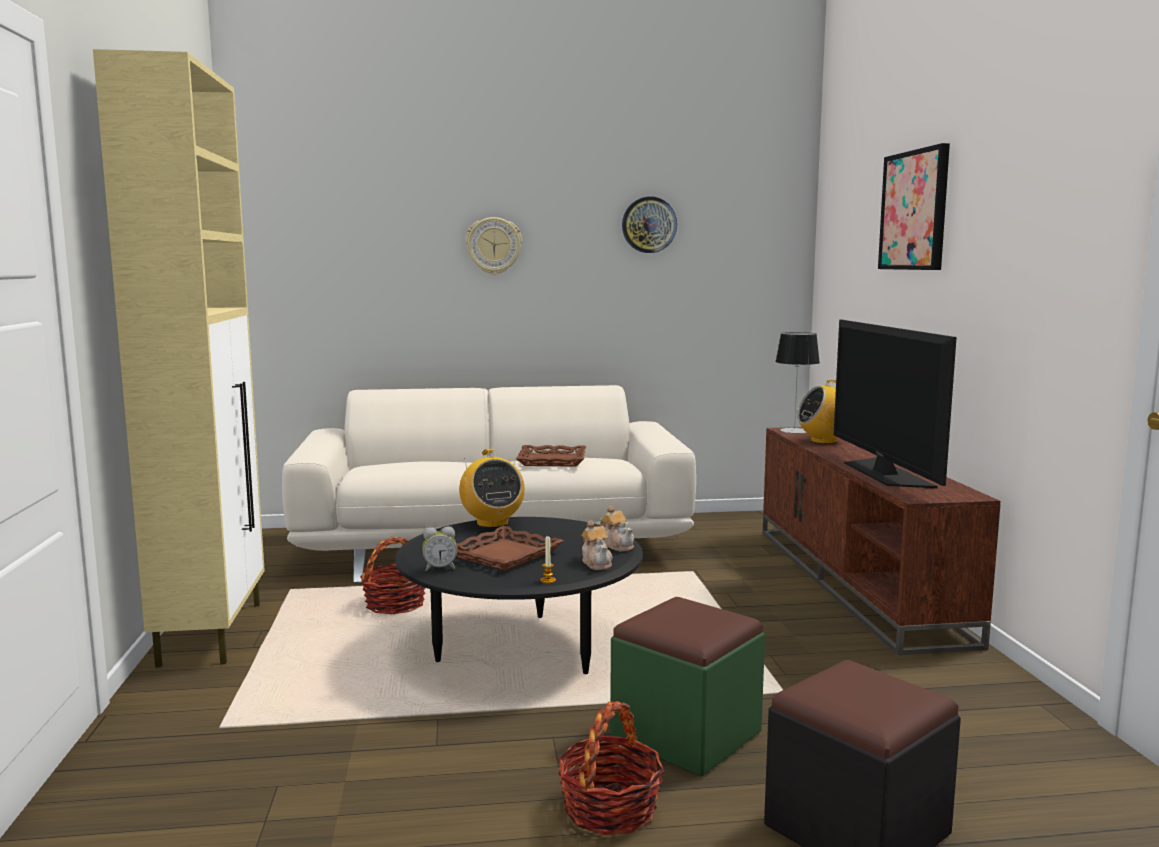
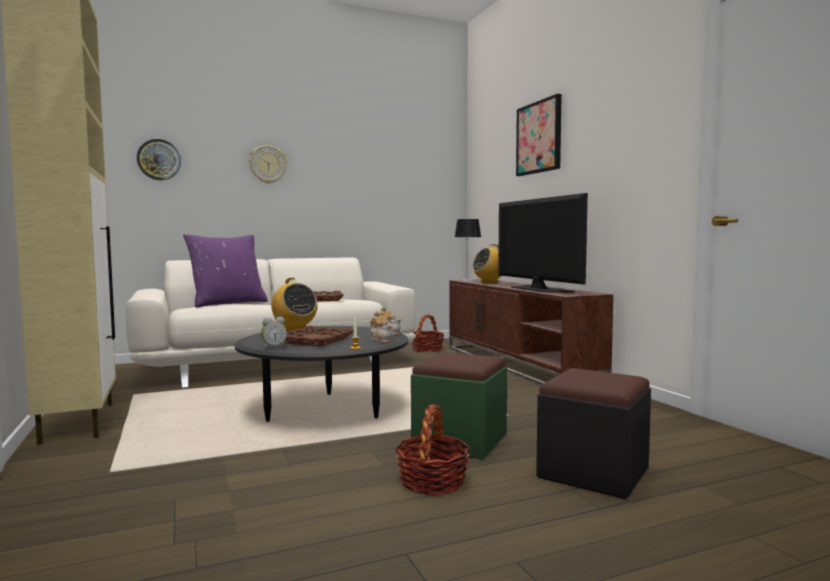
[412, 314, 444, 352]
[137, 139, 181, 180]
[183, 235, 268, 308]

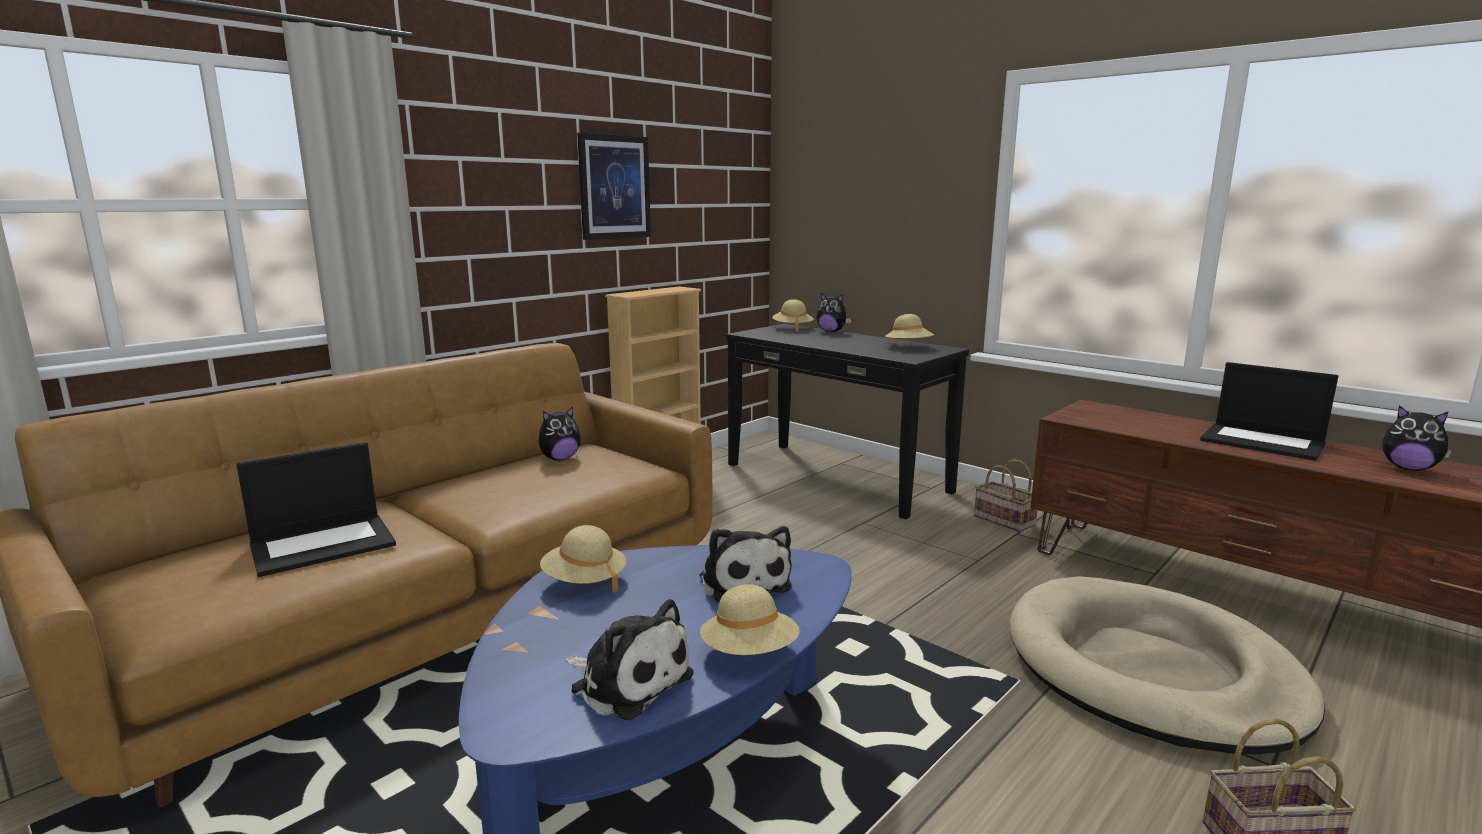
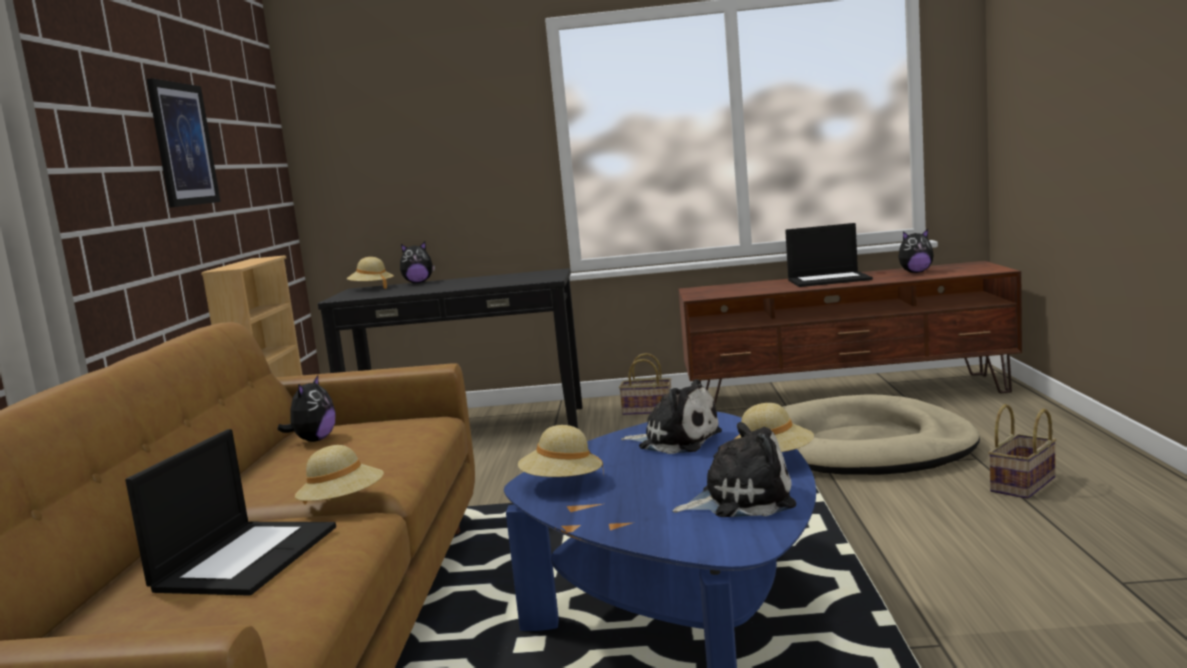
[295, 445, 384, 505]

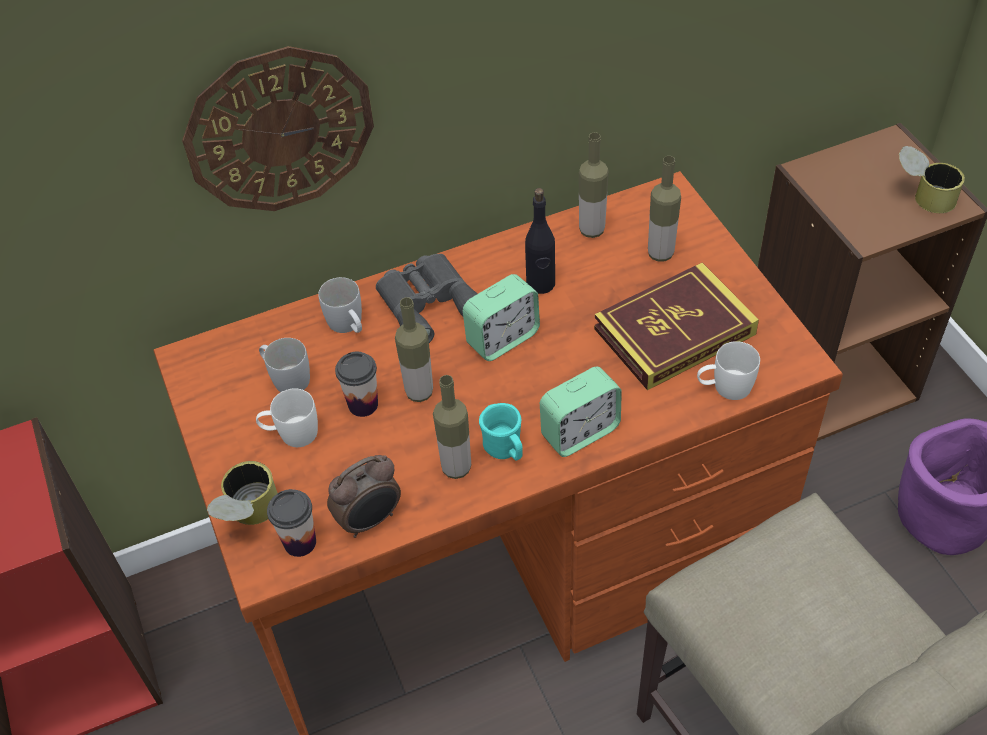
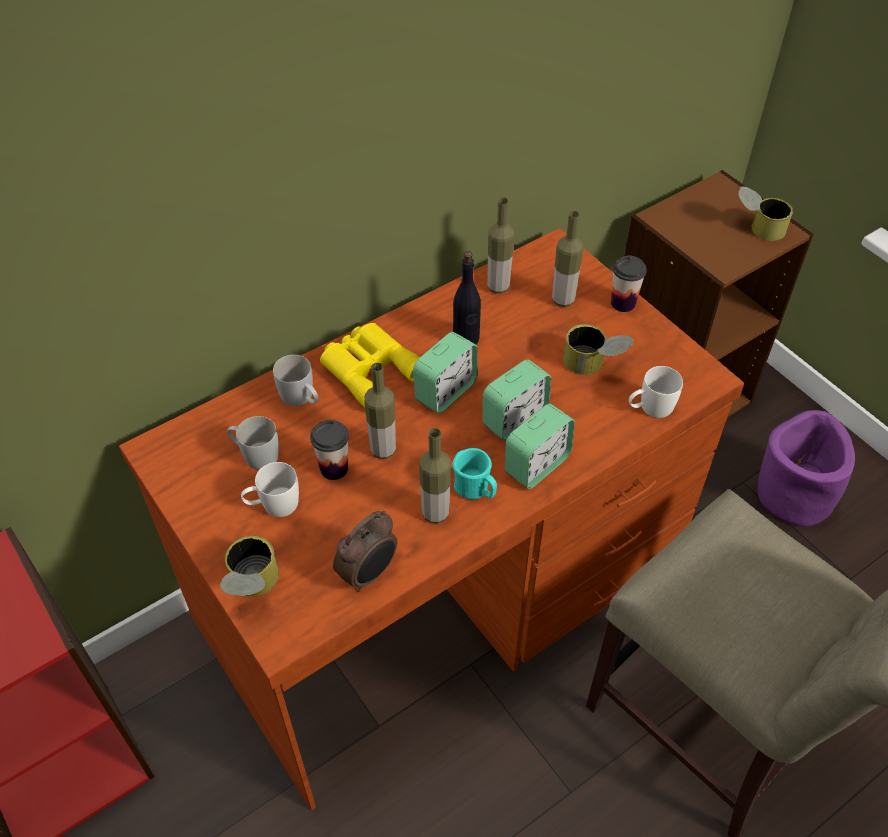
[182, 46, 374, 211] (first image)
[611, 256, 647, 312]
[320, 323, 420, 408]
[563, 324, 634, 375]
[483, 359, 551, 441]

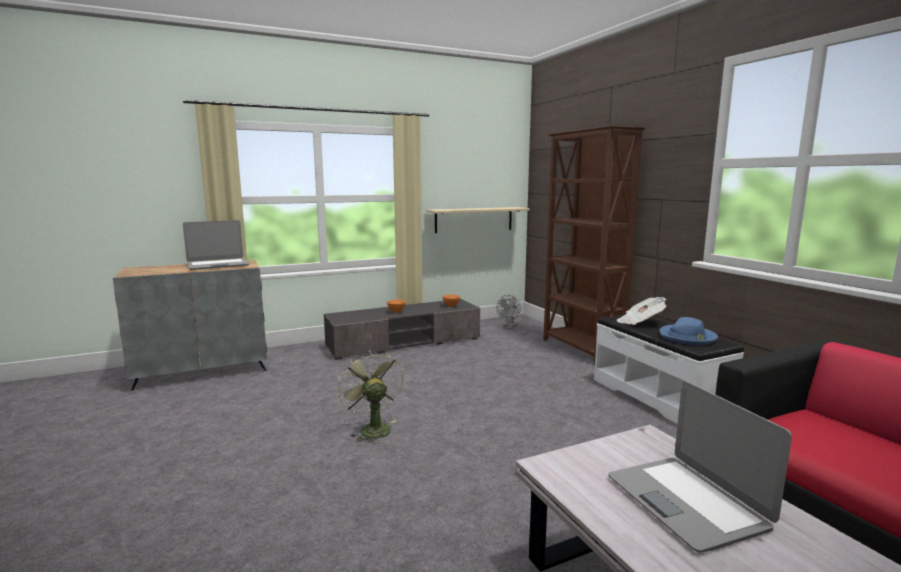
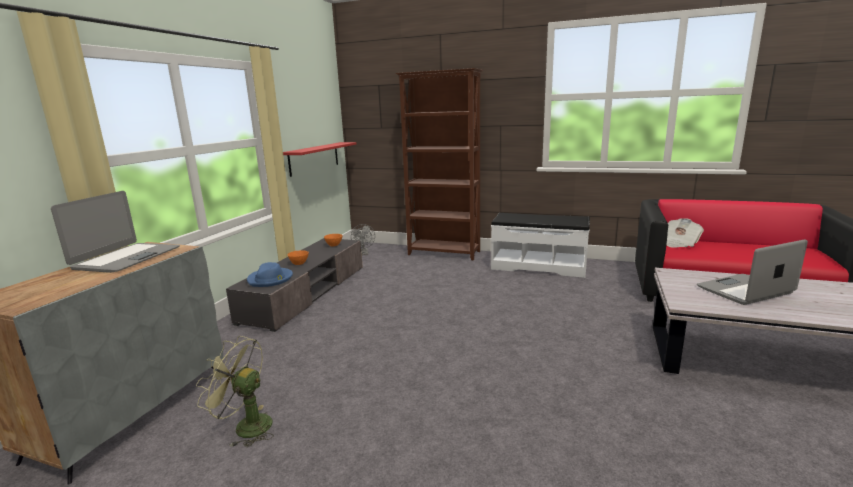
[196, 336, 274, 447]
[283, 142, 357, 177]
[697, 239, 808, 305]
[666, 218, 704, 248]
[247, 262, 293, 287]

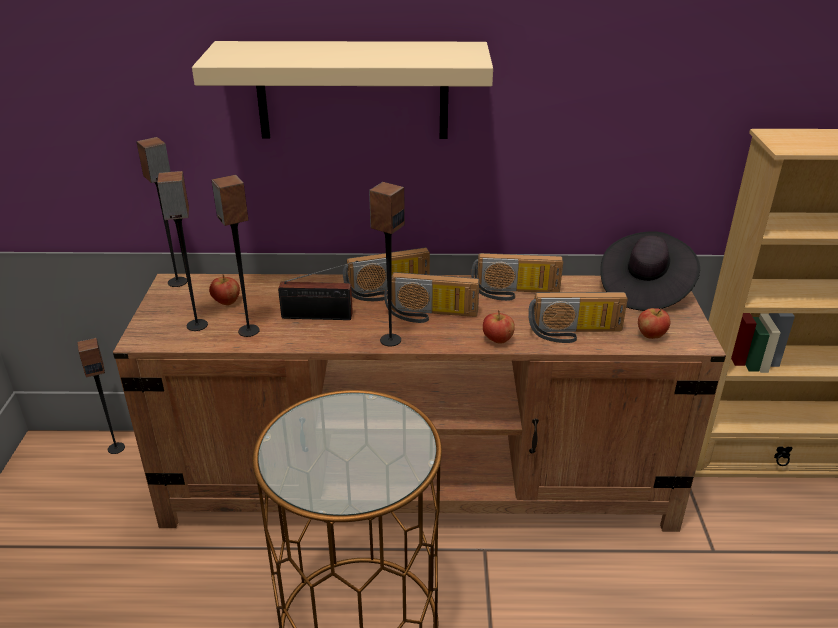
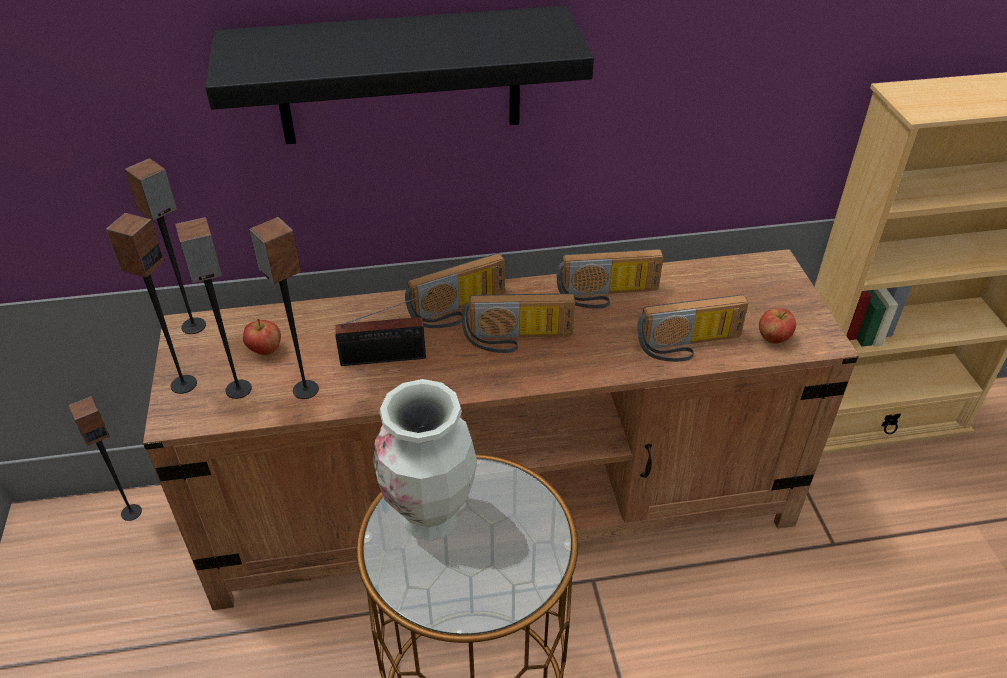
[205, 6, 594, 144]
[106, 213, 197, 394]
[483, 310, 515, 344] (first image)
[600, 231, 700, 311] (first image)
[373, 379, 477, 541]

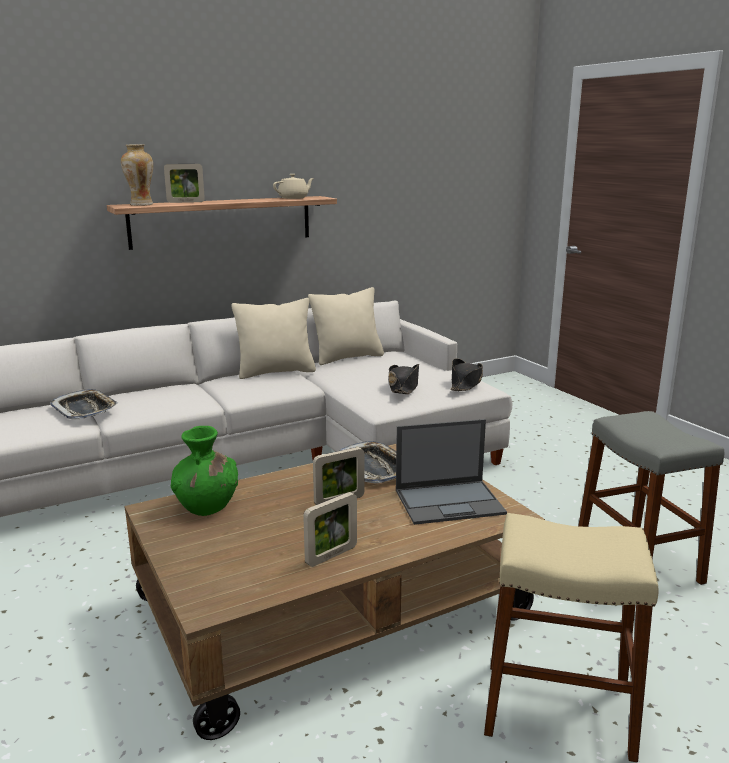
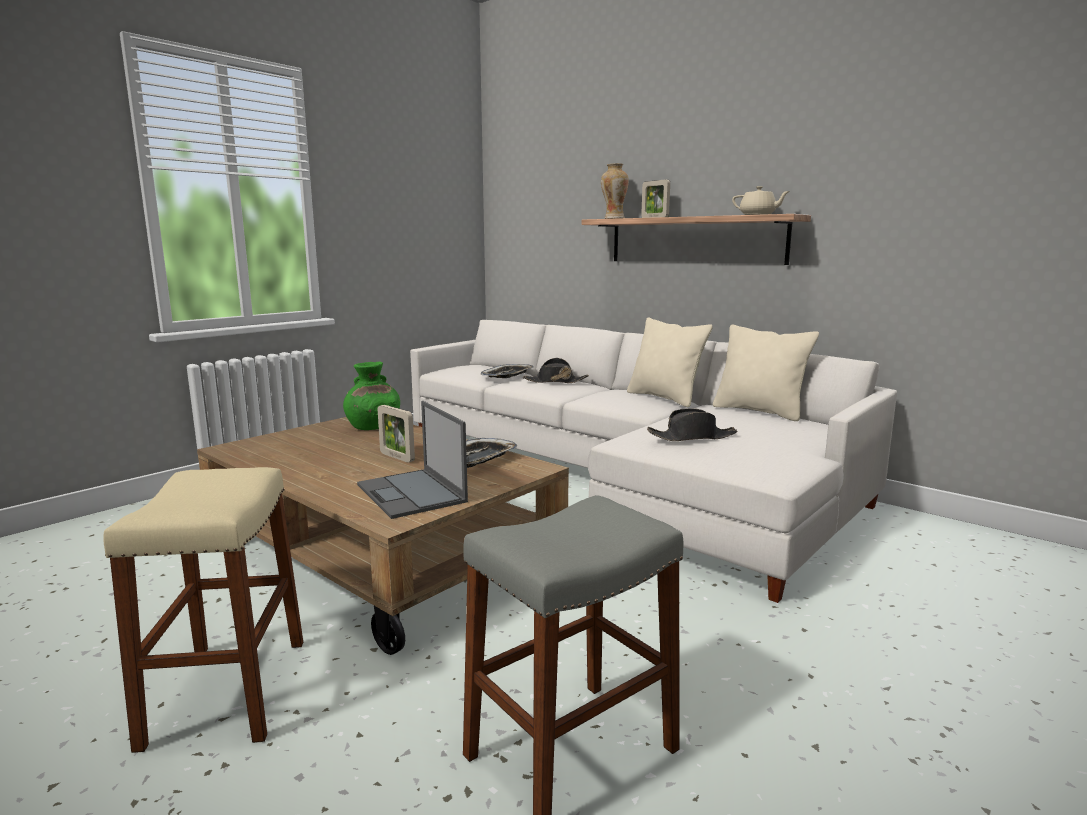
[303, 492, 357, 567] (first image)
[523, 358, 589, 383]

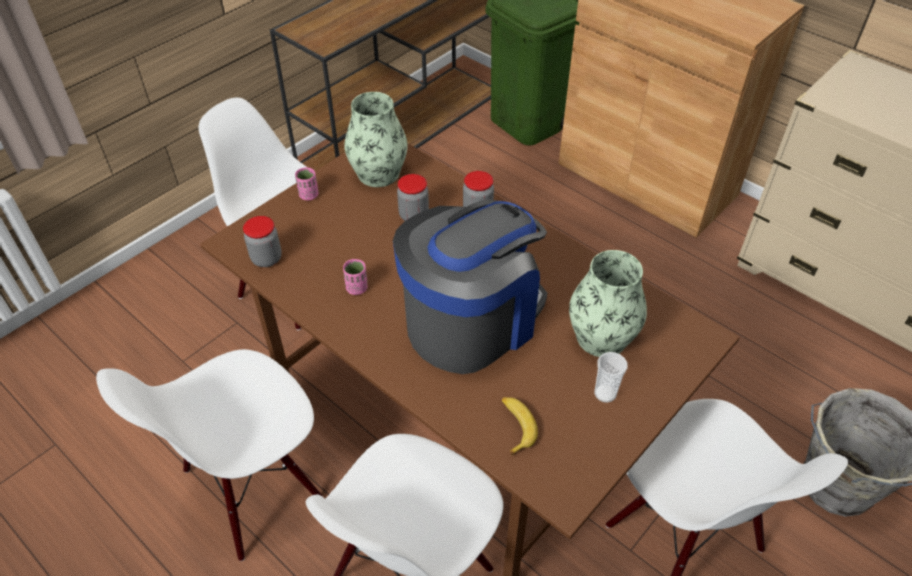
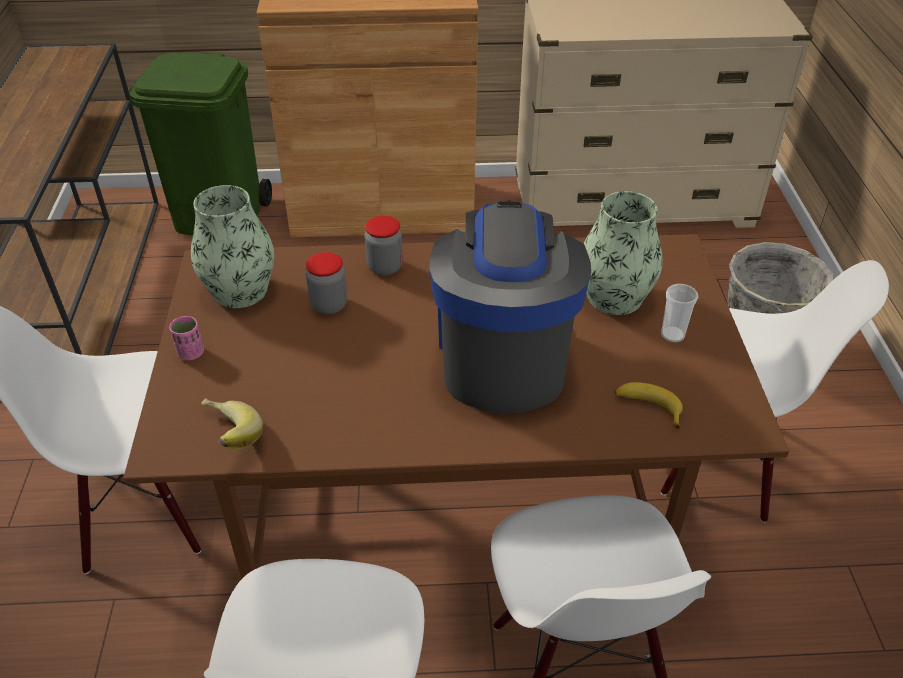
[202, 398, 263, 450]
[343, 259, 368, 295] (first image)

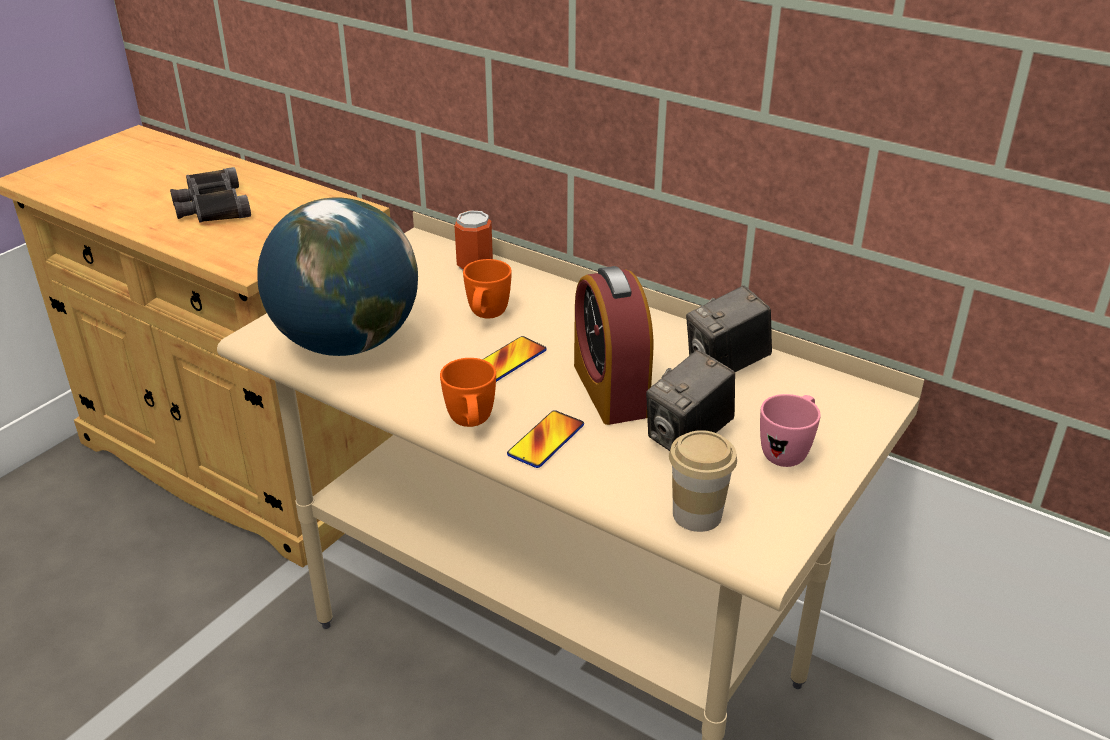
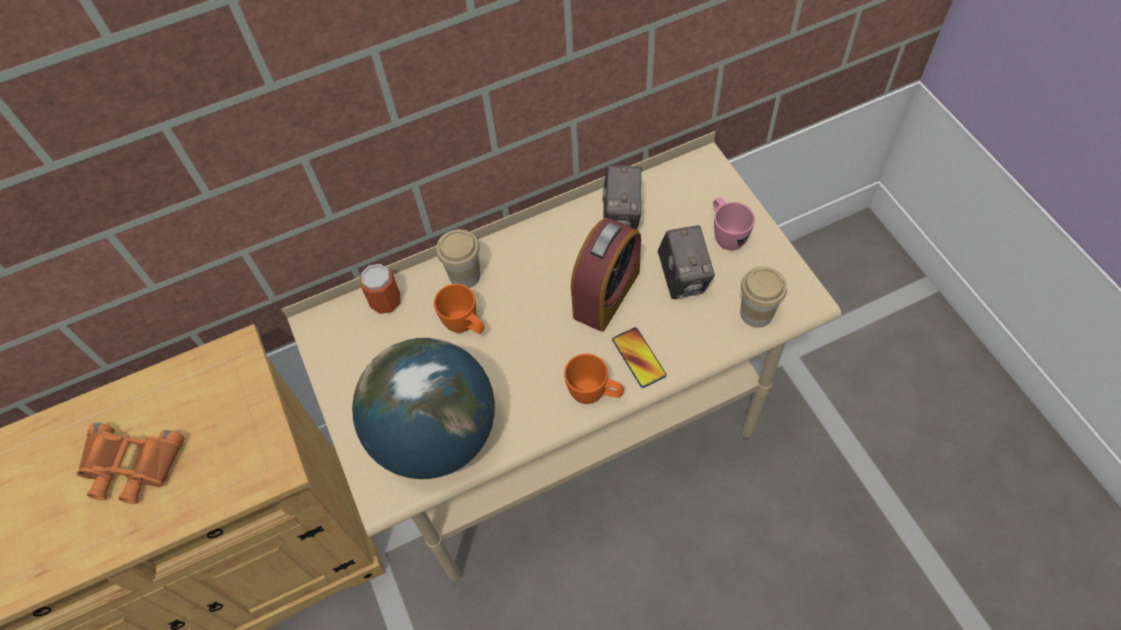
[77, 422, 184, 504]
[483, 336, 547, 382] (first image)
[571, 218, 641, 332]
[436, 229, 480, 288]

